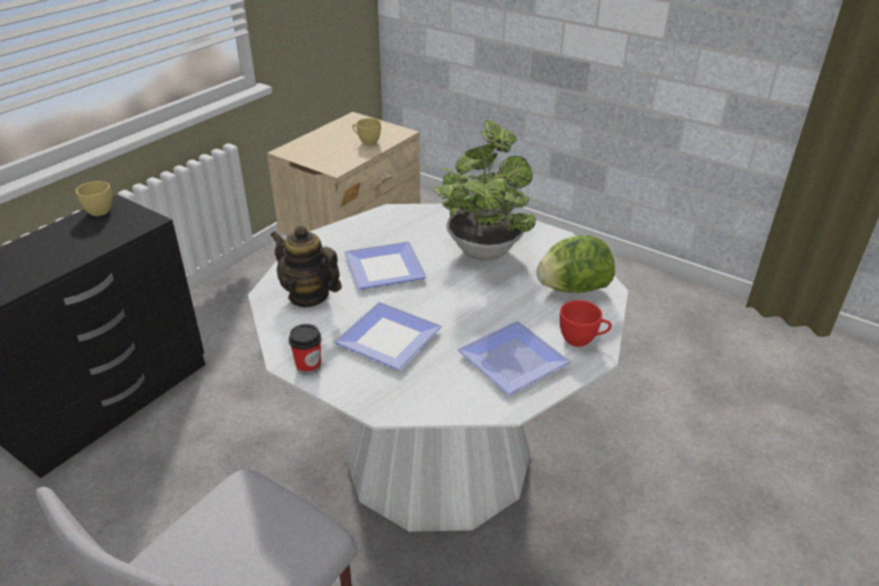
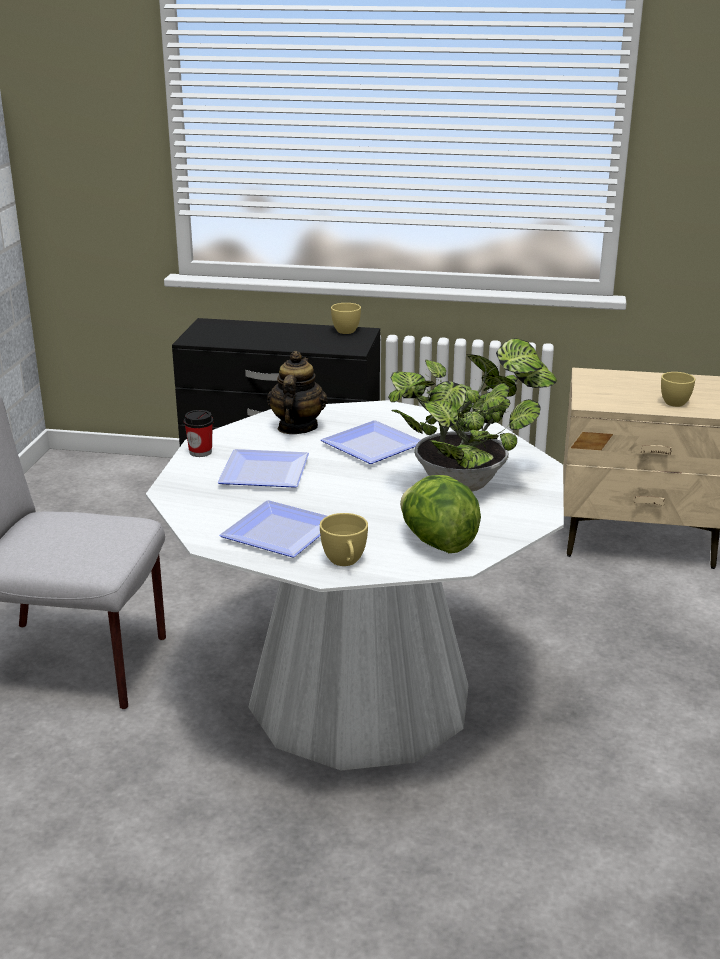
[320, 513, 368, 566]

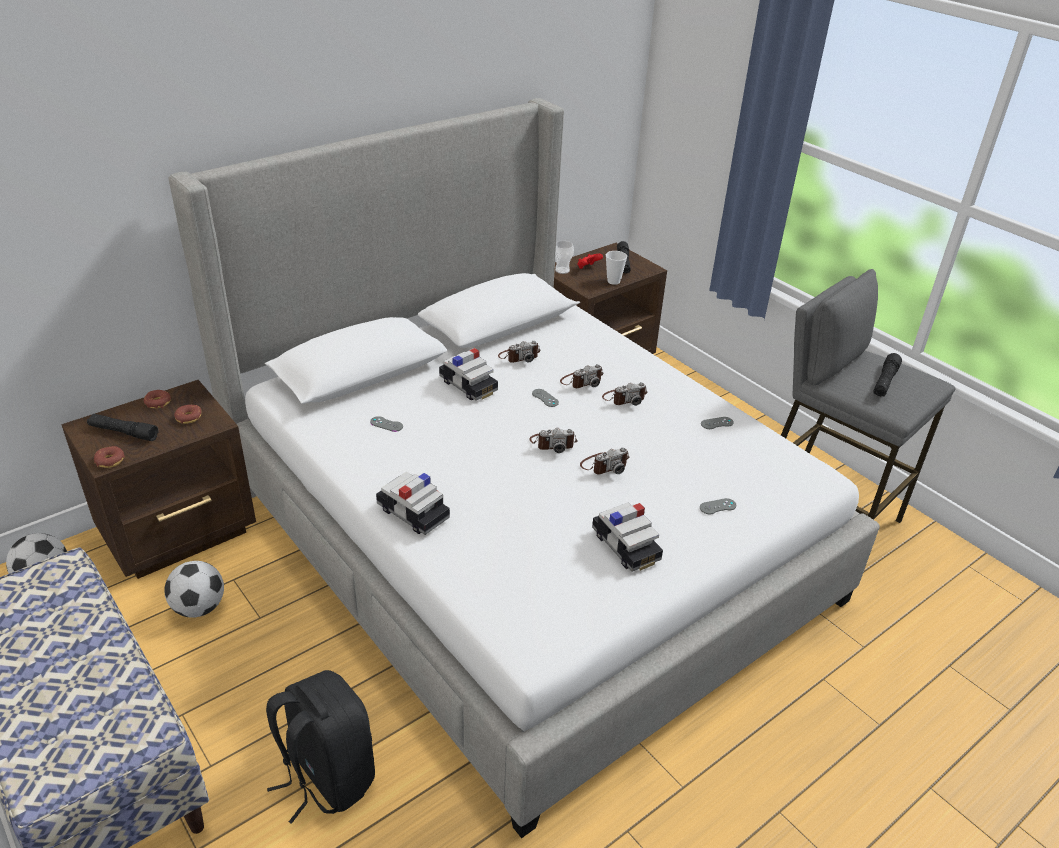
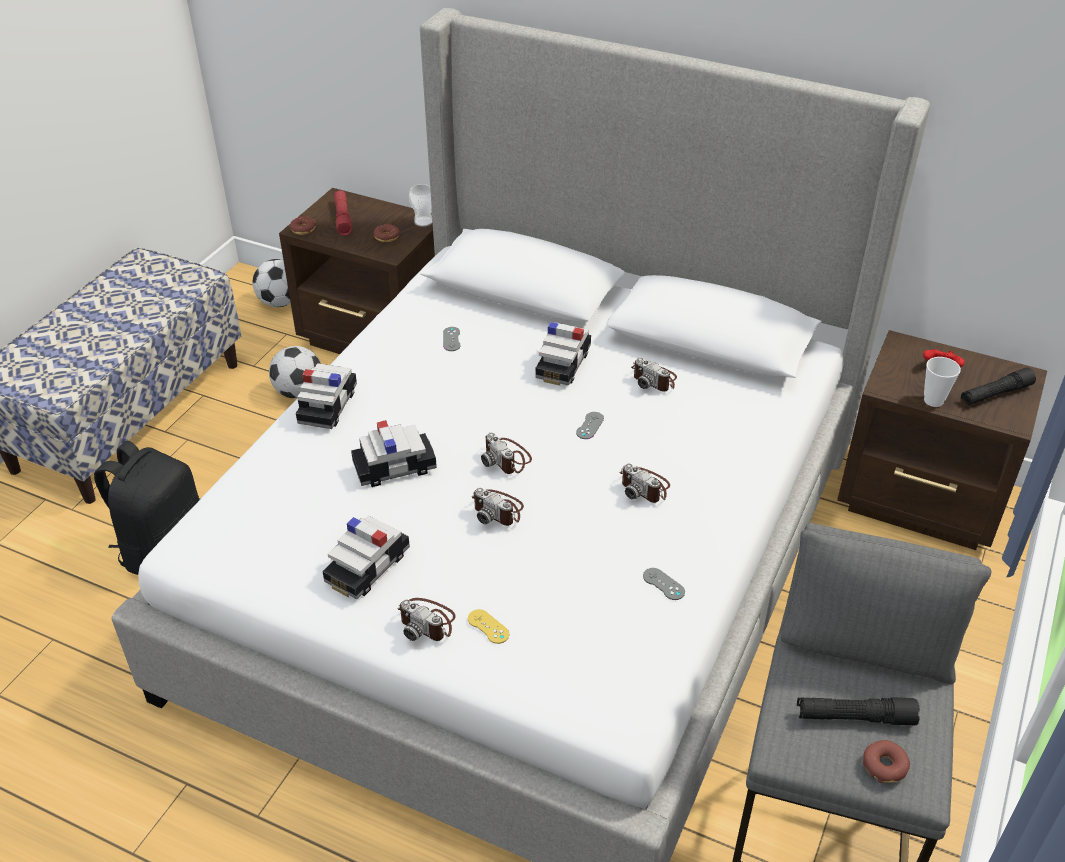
[334, 191, 352, 236]
[863, 740, 910, 783]
[409, 184, 433, 227]
[398, 598, 456, 641]
[468, 609, 509, 644]
[351, 420, 437, 487]

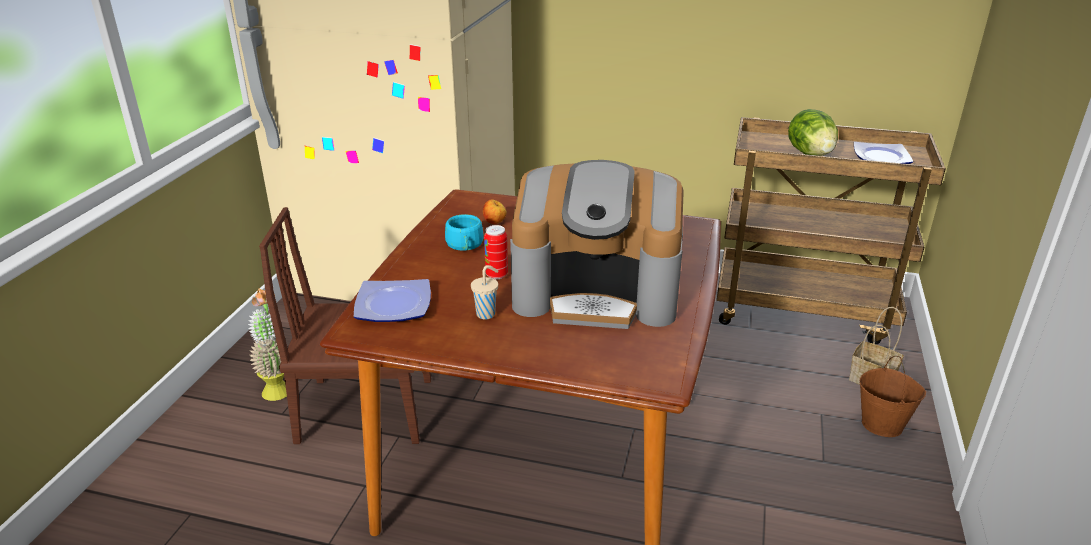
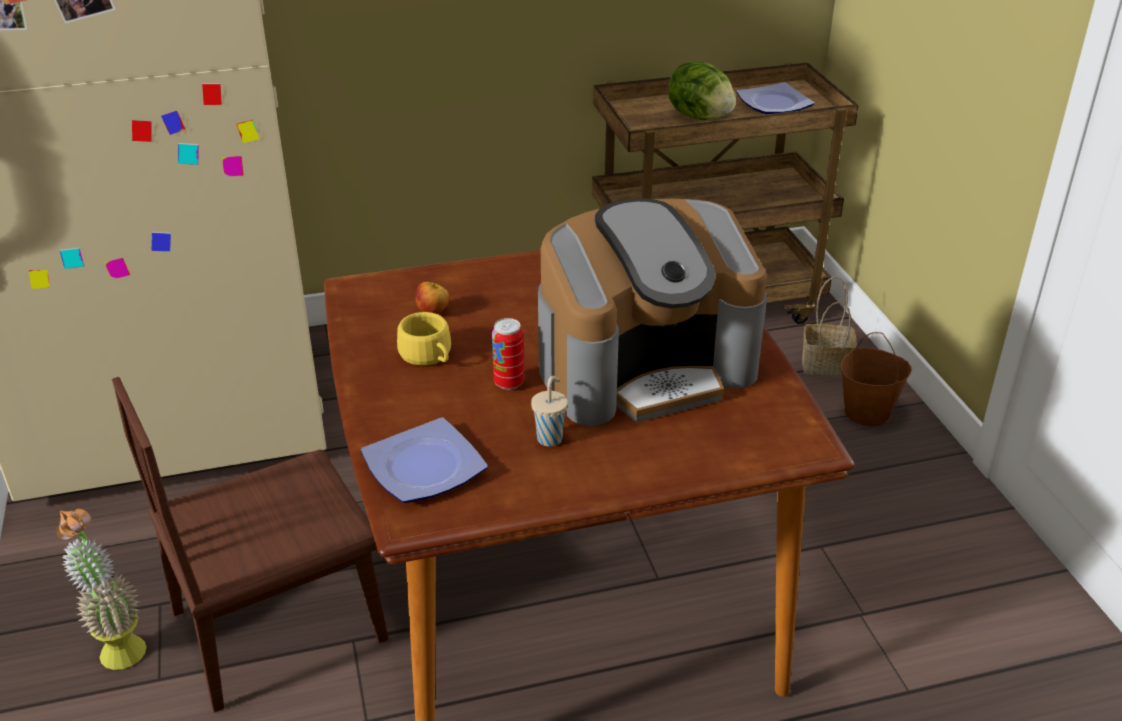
[397, 312, 451, 365]

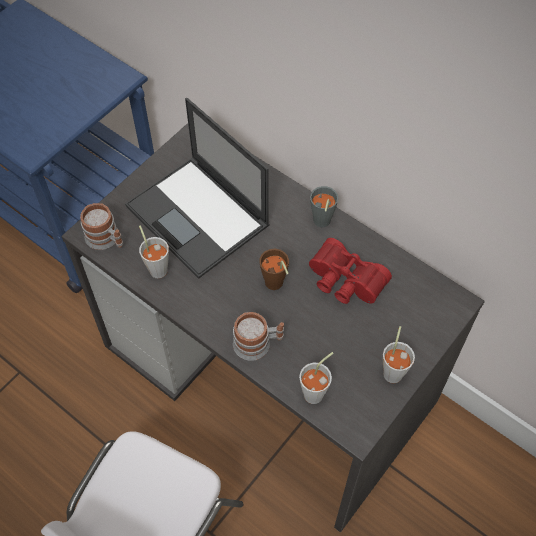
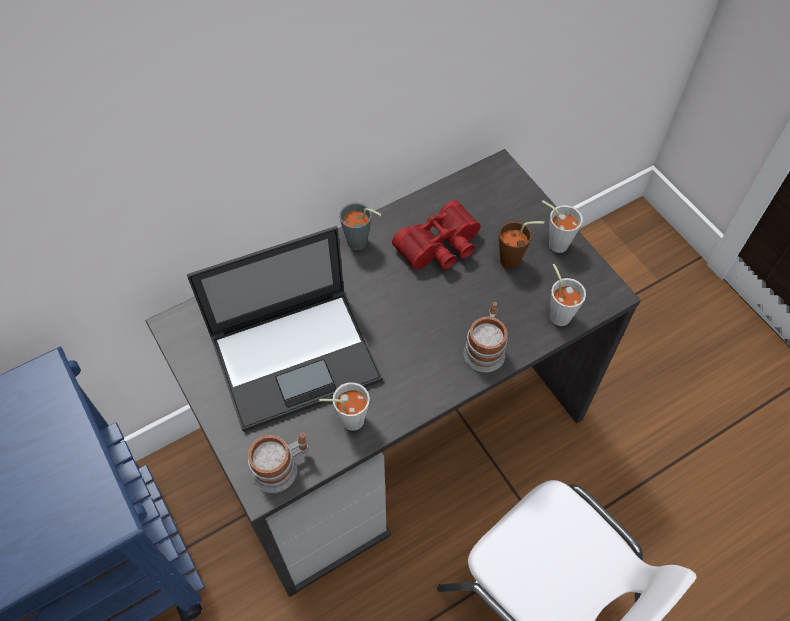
[499, 221, 544, 269]

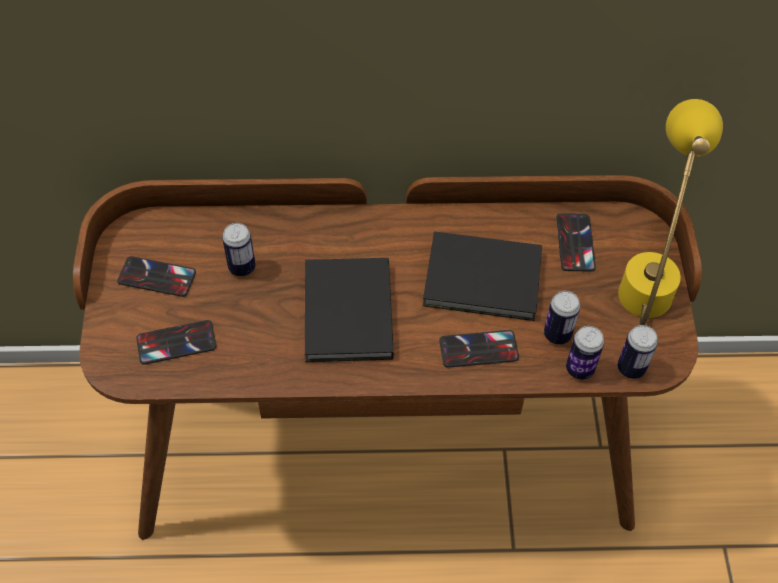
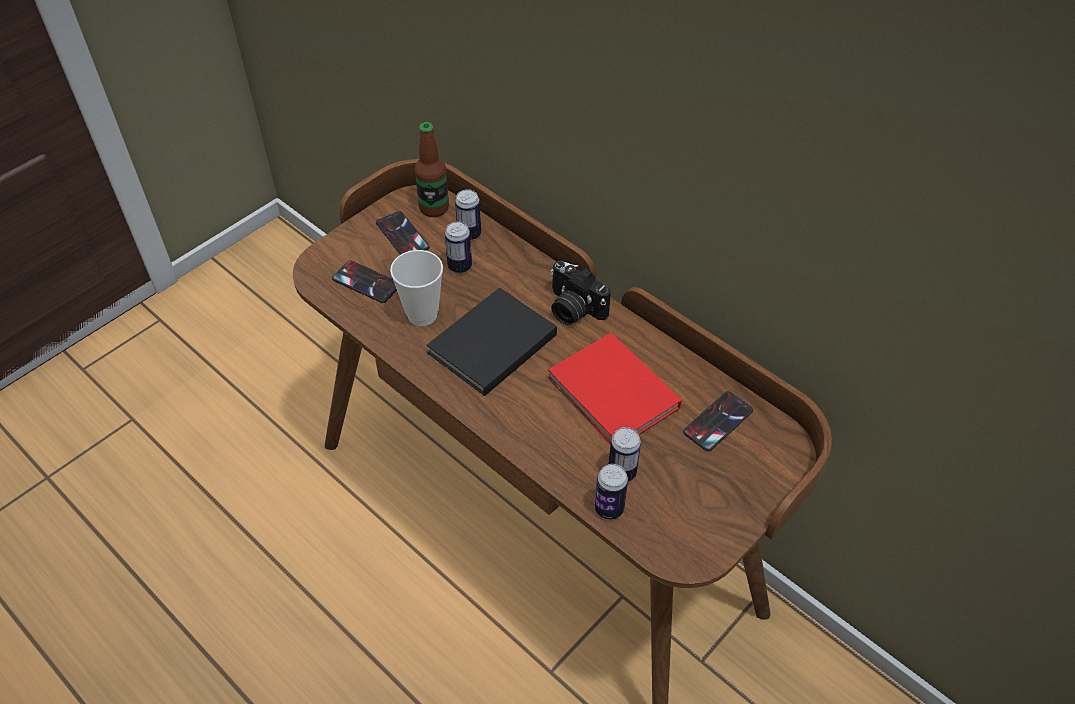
[548, 333, 682, 444]
[439, 330, 519, 367] (first image)
[618, 99, 723, 325] (first image)
[455, 189, 481, 240]
[390, 250, 443, 326]
[415, 122, 449, 217]
[550, 261, 611, 326]

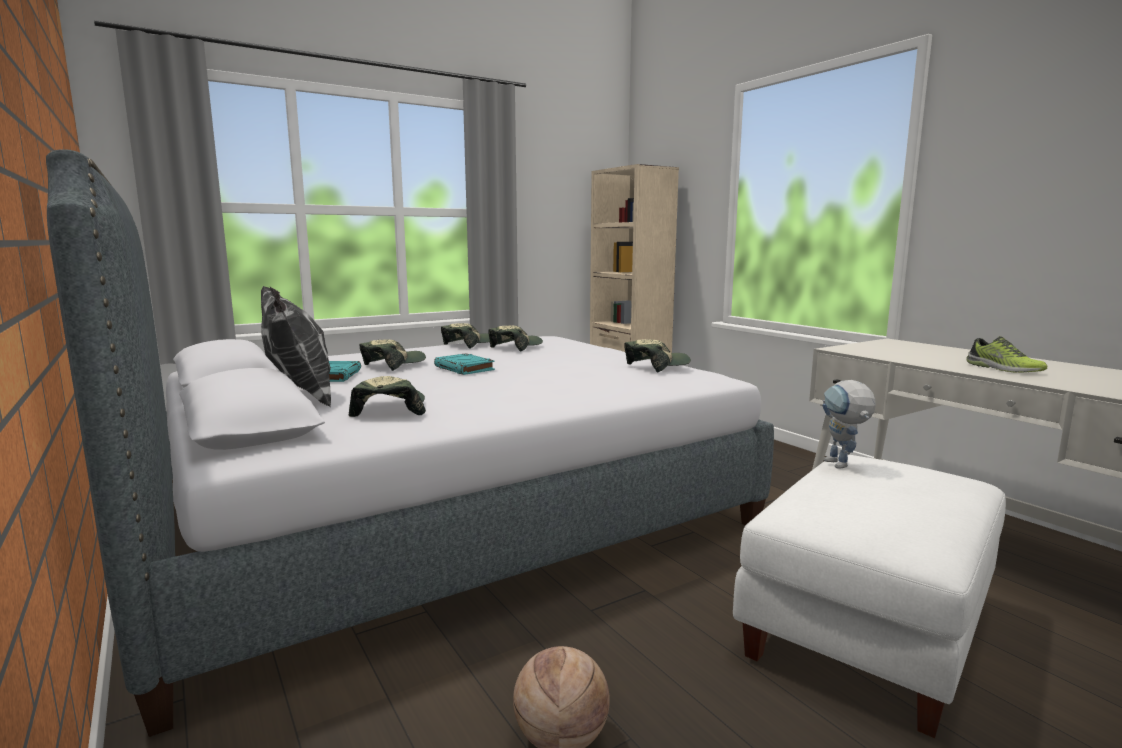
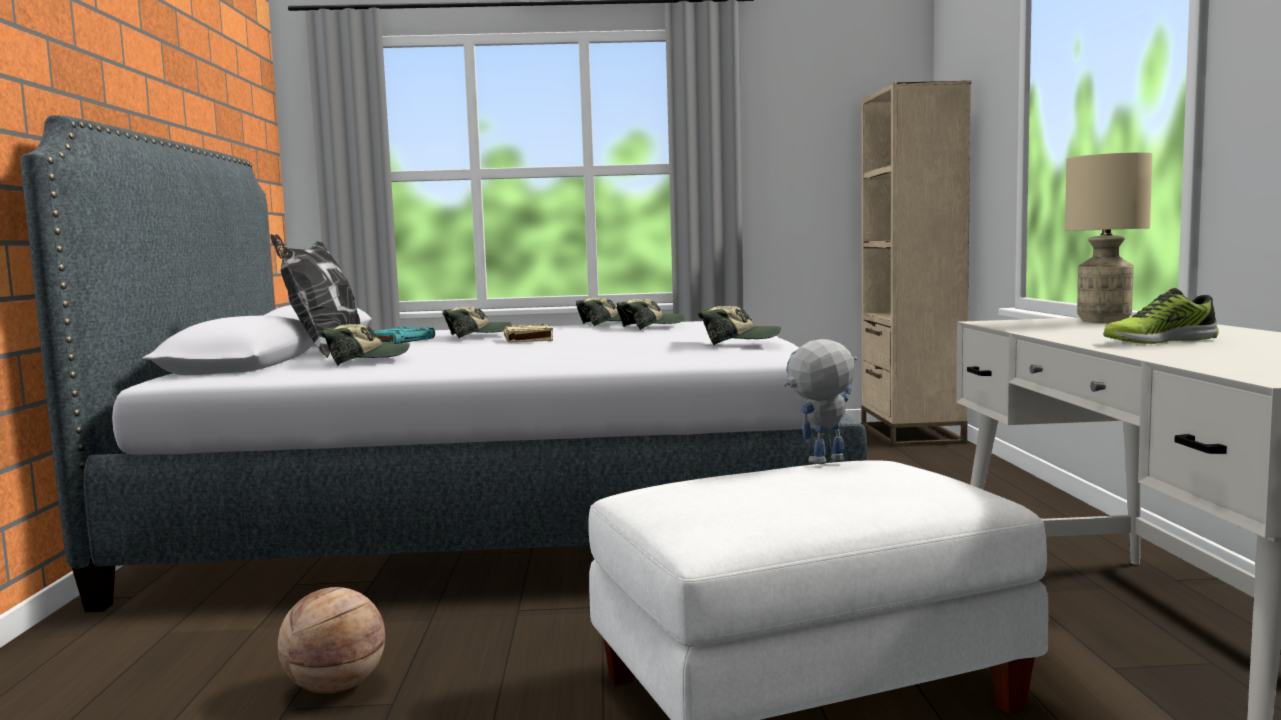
[322, 324, 410, 366]
[504, 324, 553, 343]
[783, 339, 857, 464]
[1103, 288, 1219, 344]
[1065, 152, 1153, 323]

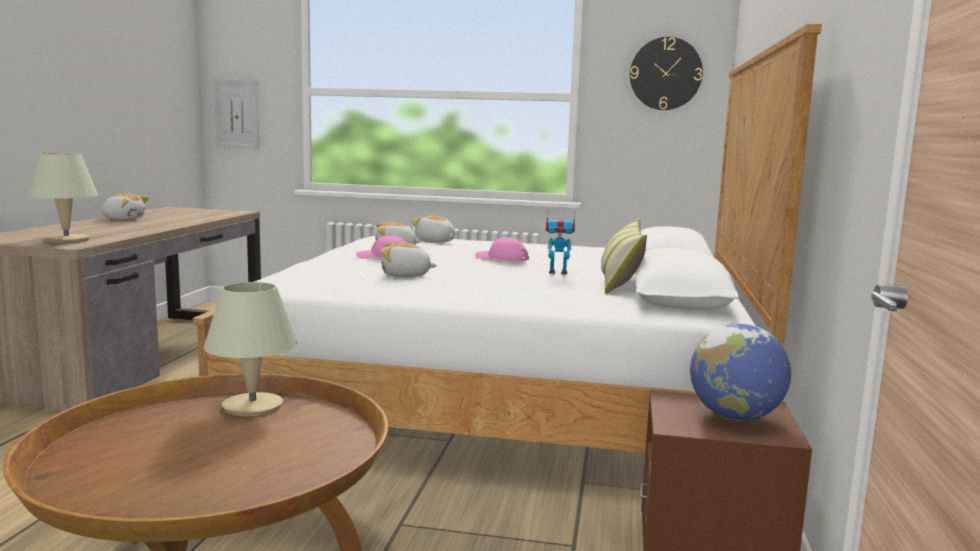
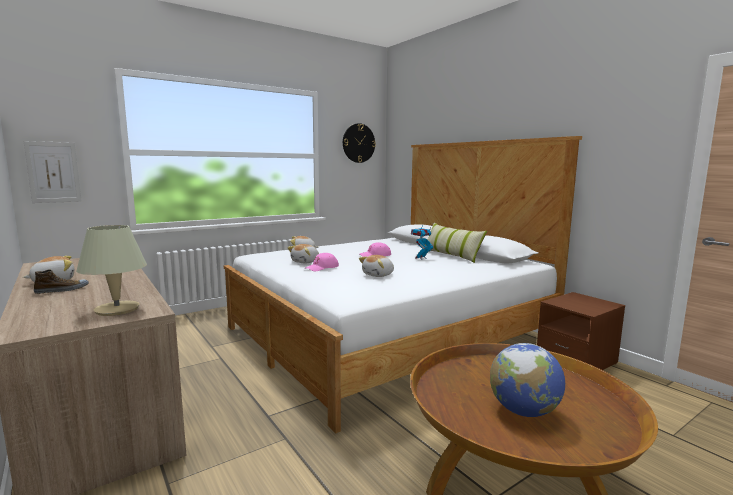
[204, 282, 297, 416] (first image)
[490, 343, 566, 417]
[34, 270, 89, 294]

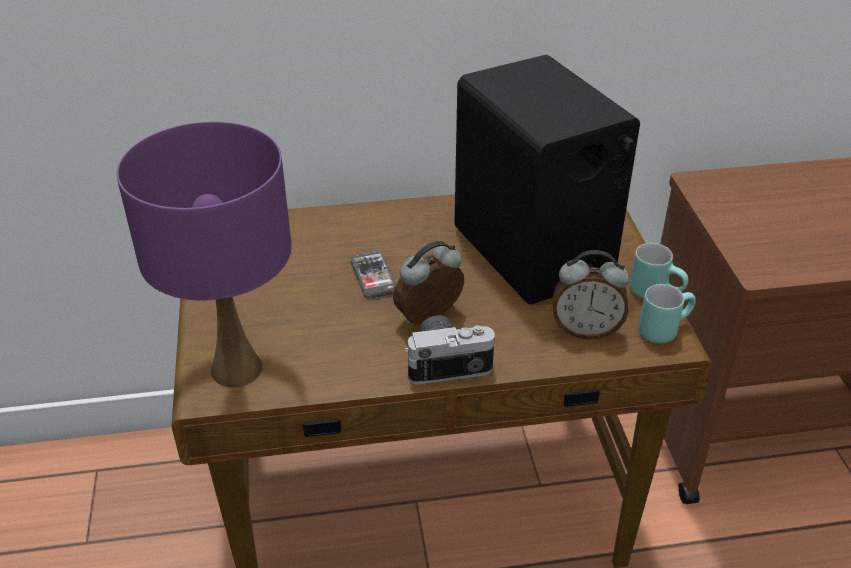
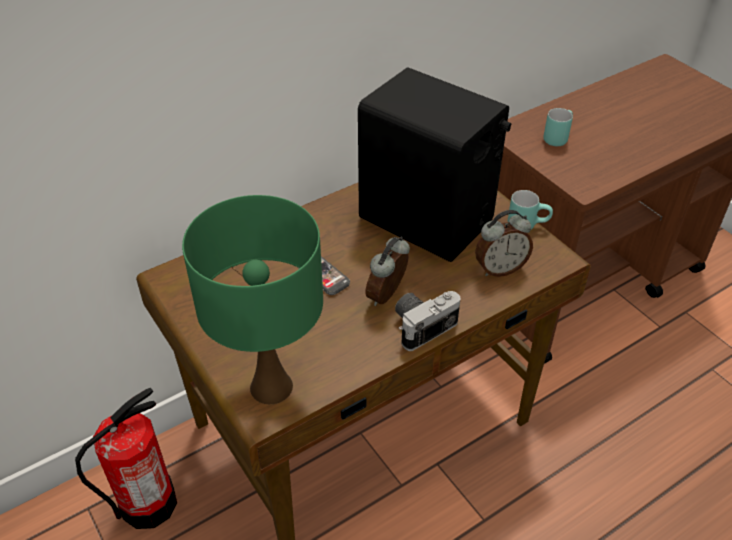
[182, 195, 323, 404]
[544, 108, 573, 146]
[75, 388, 177, 529]

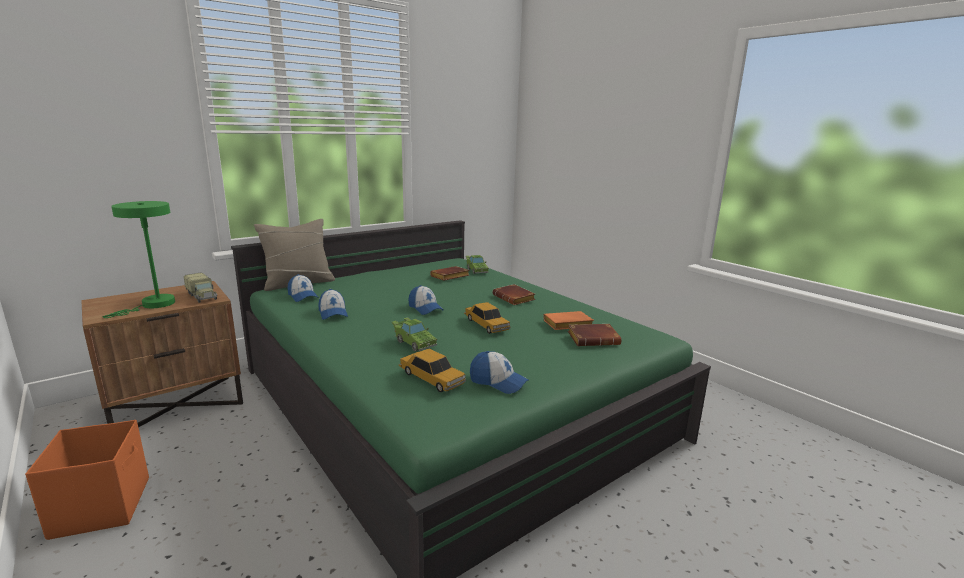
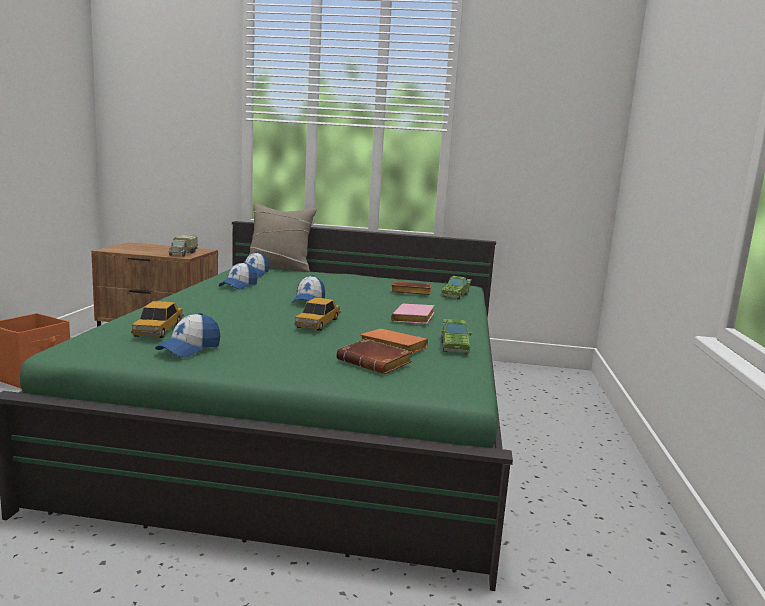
[103, 201, 175, 318] (first image)
[441, 319, 471, 354]
[155, 313, 220, 357]
[391, 304, 434, 324]

